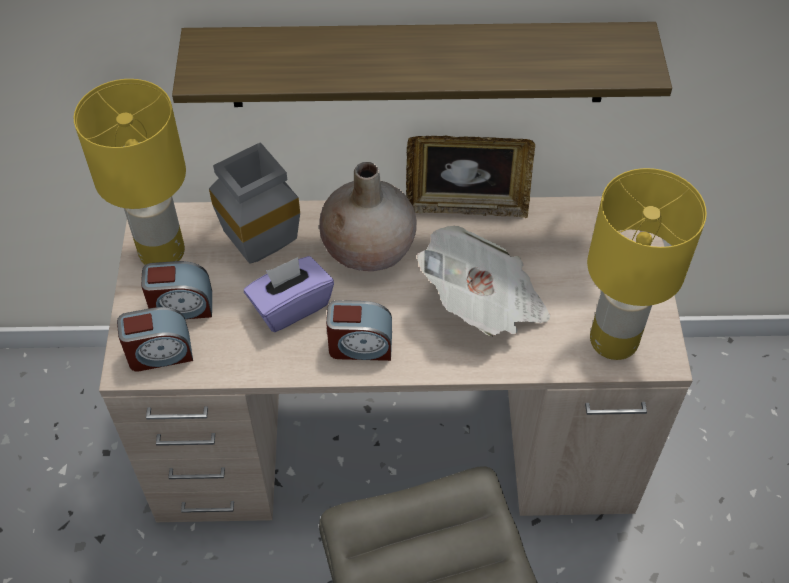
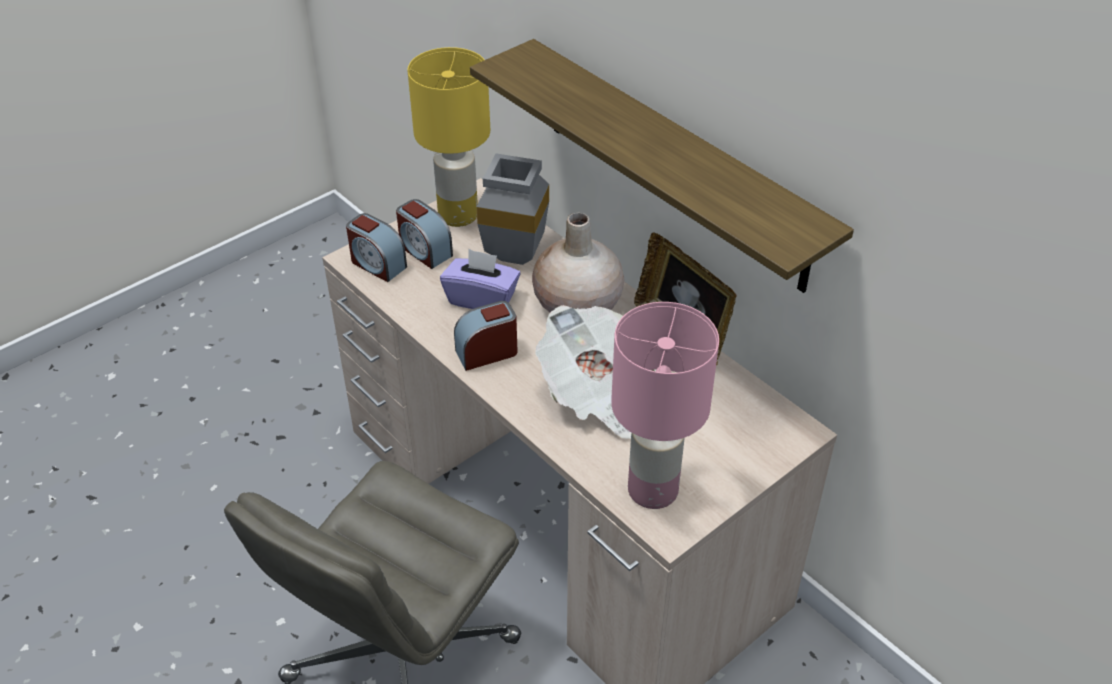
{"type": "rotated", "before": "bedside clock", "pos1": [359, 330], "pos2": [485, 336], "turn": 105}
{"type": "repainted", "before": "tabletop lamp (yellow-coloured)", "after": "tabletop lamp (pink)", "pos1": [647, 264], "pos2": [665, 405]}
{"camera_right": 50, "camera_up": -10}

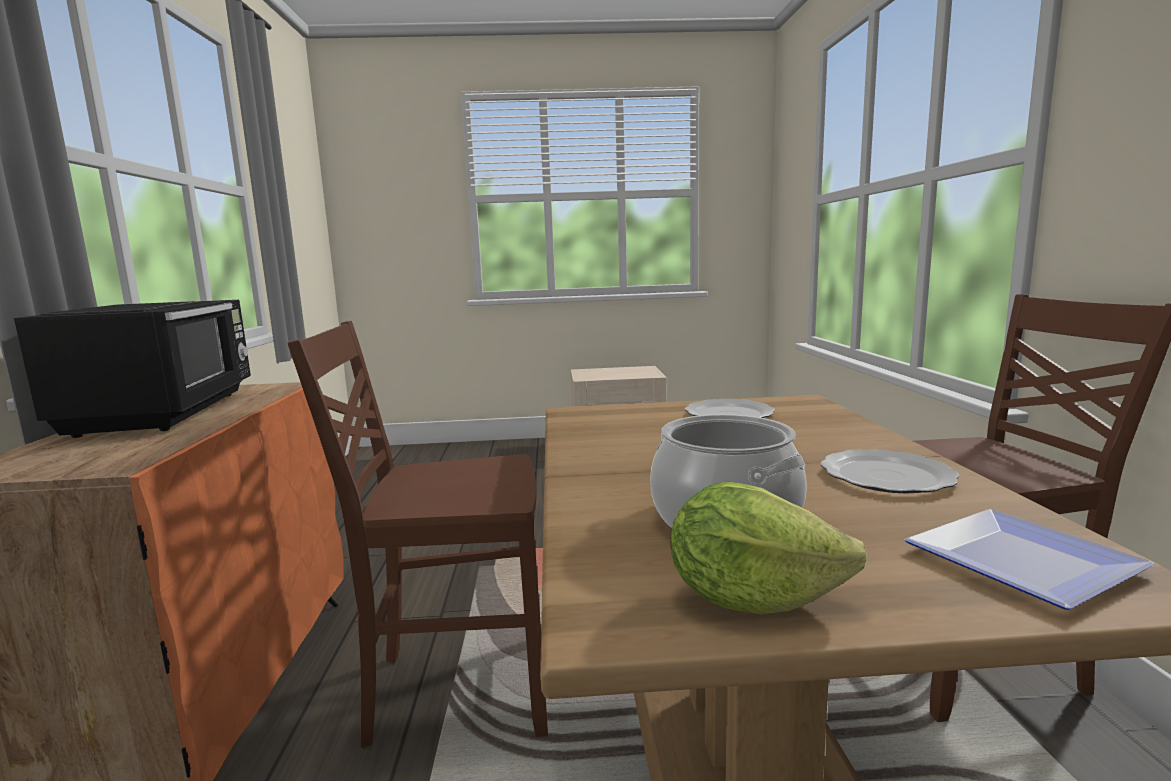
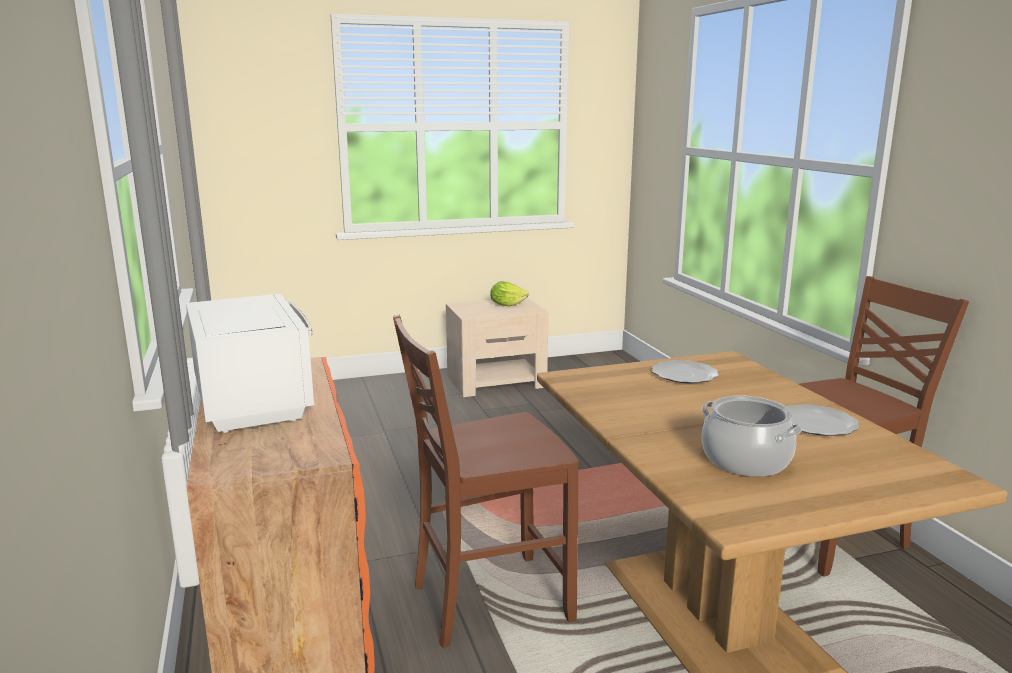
{"type": "repainted", "before": "microwave (black-coloured)", "after": "microwave (whitish)", "pos1": [132, 369], "pos2": [250, 363]}
{"type": "shifted", "before": "lettuce", "pos1": [768, 548], "pos2": [510, 293]}
{"type": "gone", "before": "plate", "pos1": [1029, 559]}
{"camera_right": -15, "camera_up": 5}

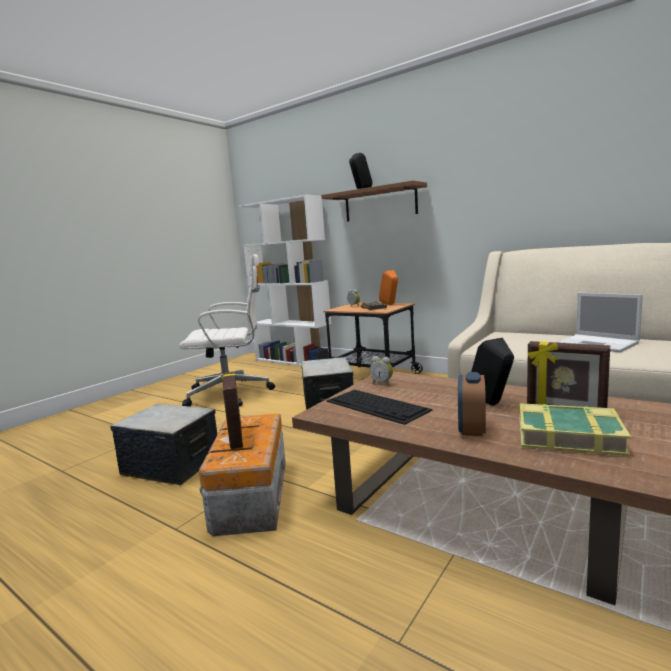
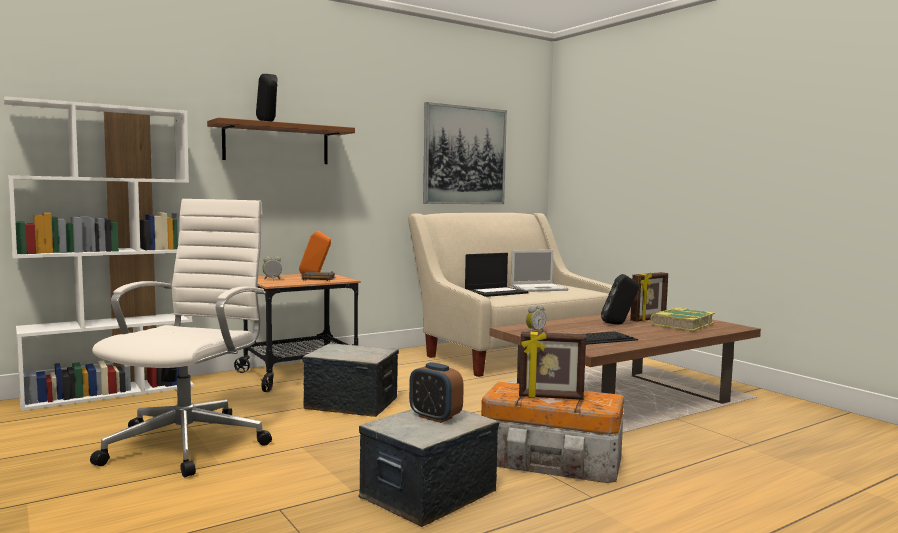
{"type": "shifted", "before": "bedside clock", "pos1": [472, 404], "pos2": [436, 392]}
{"type": "new", "after": "picture", "pos2": [465, 153]}
{"type": "new", "after": "portable computer", "pos2": [497, 275]}
{"camera_right": -70, "camera_up": -5}

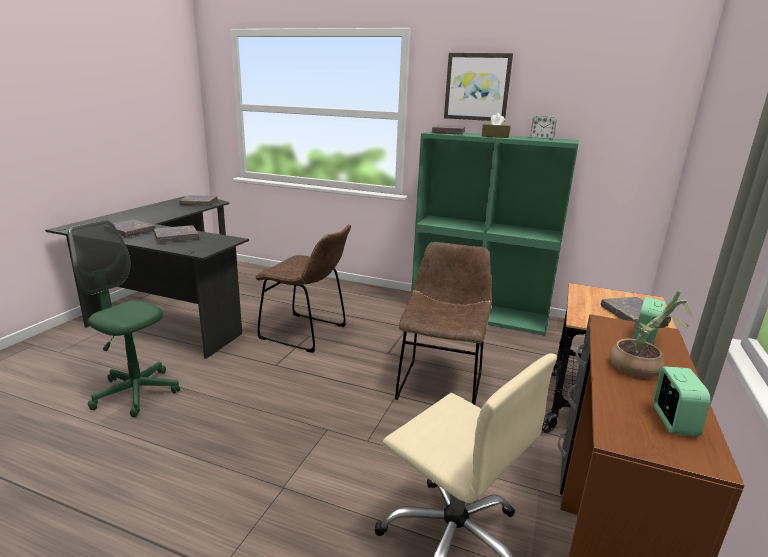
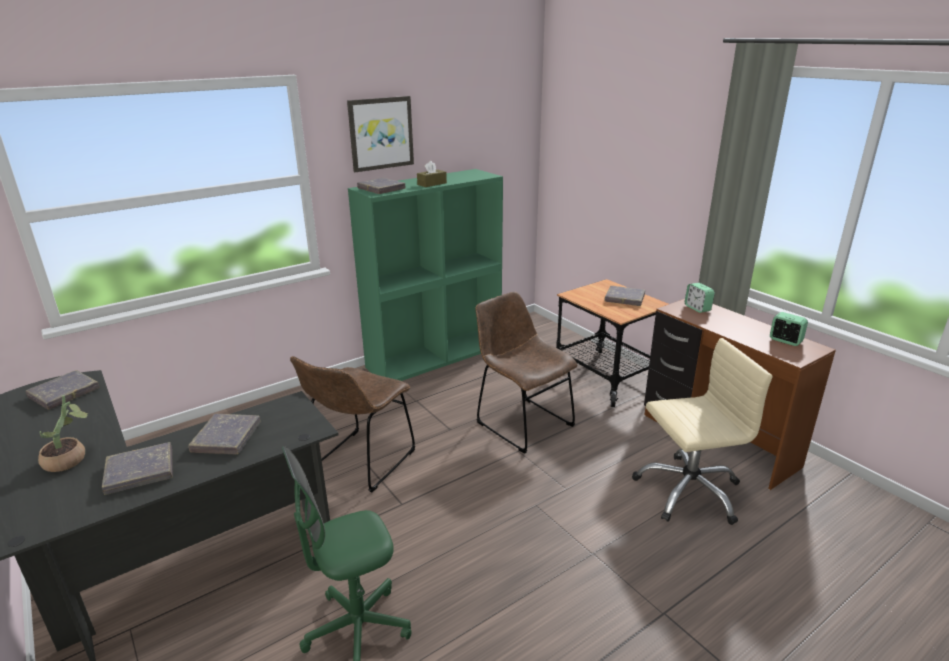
{"type": "rotated", "before": "upright chair (brownish)", "pos1": [303, 288], "pos2": [352, 424], "turn": 150}
{"type": "gone", "before": "bedside clock", "pos1": [544, 127]}
{"type": "shifted", "before": "houseplant", "pos1": [651, 334], "pos2": [63, 433]}
{"camera_right": -55, "camera_up": 5}

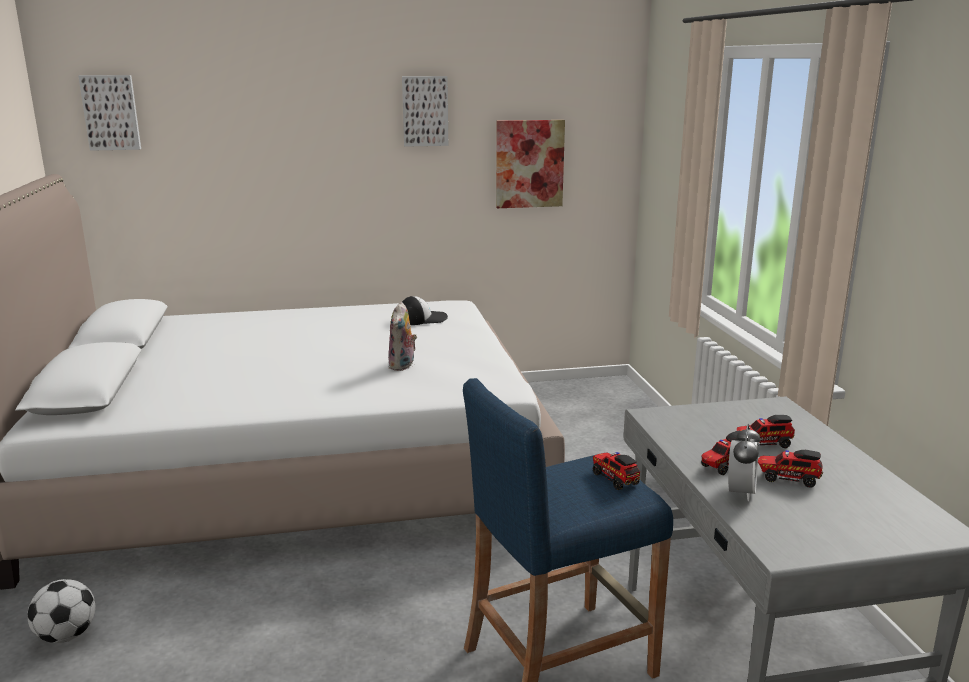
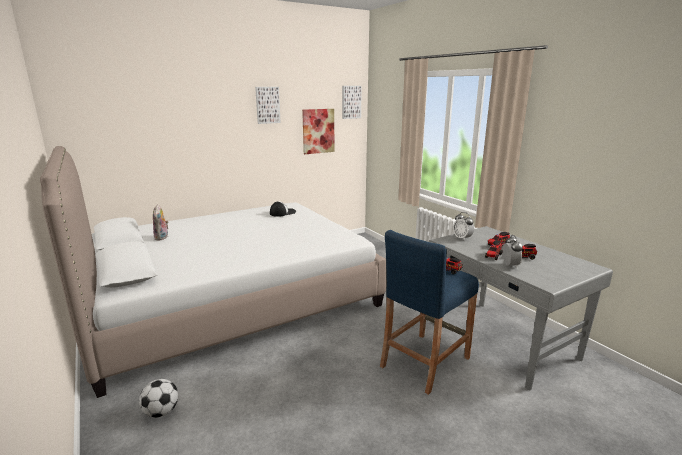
{"type": "shifted", "before": "picture", "pos1": [109, 113], "pos2": [352, 102]}
{"type": "shifted", "before": "plush toy", "pos1": [402, 336], "pos2": [161, 222]}
{"type": "new", "after": "bedside clock", "pos2": [463, 226]}
{"camera_right": -20, "camera_up": 0}

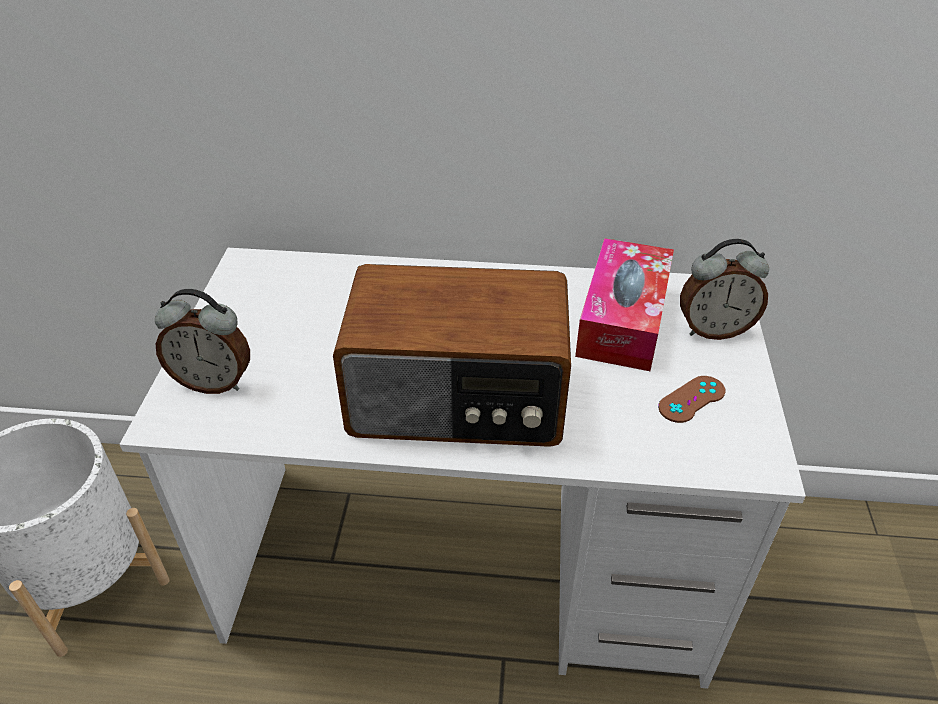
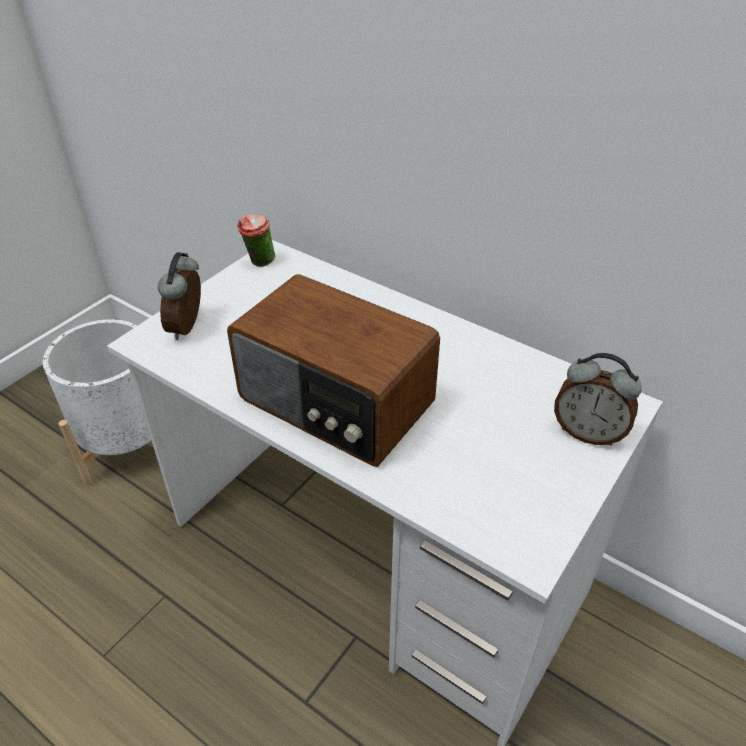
{"type": "rotated", "before": "bedside clock", "pos1": [202, 341], "pos2": [179, 296], "turn": 60}
{"type": "gone", "before": "tissue holder", "pos1": [624, 304]}
{"type": "gone", "before": "game controller (brownish)", "pos1": [691, 399]}
{"type": "new", "after": "cup", "pos2": [256, 240]}
{"camera_right": 30, "camera_up": 0}

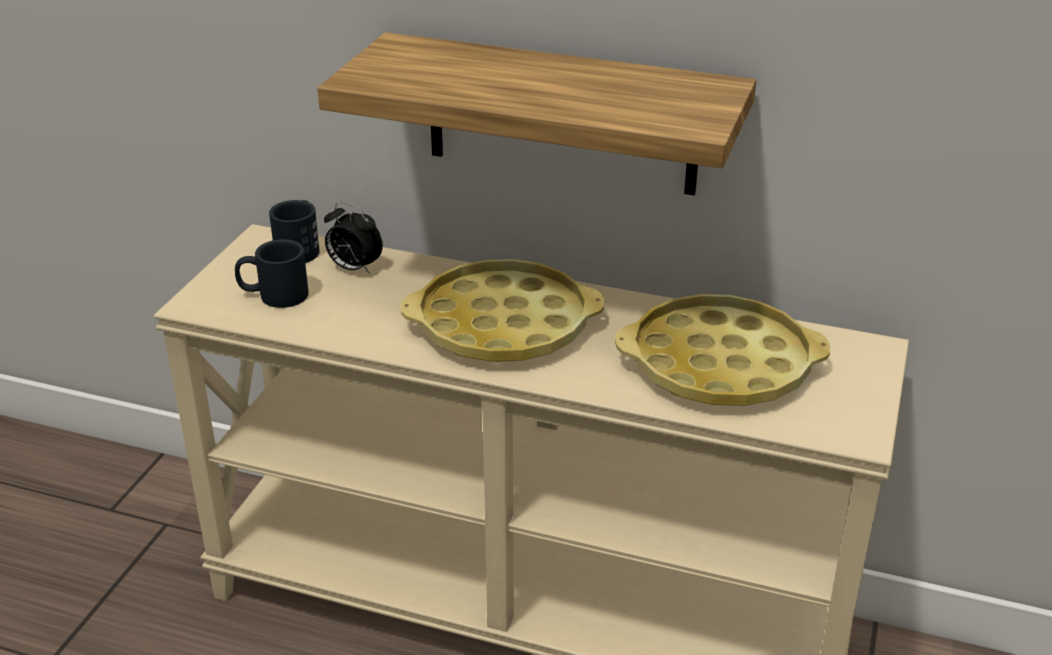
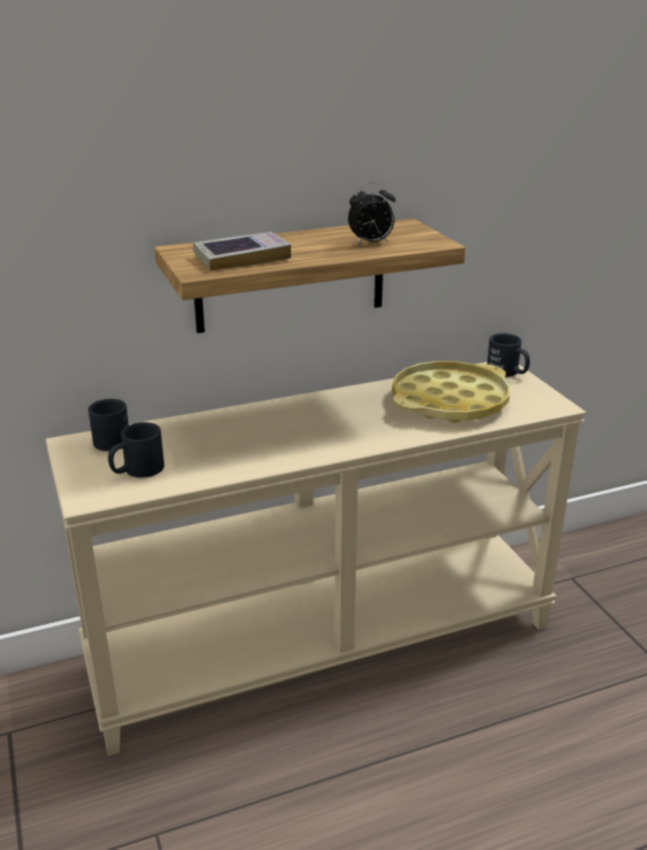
{"type": "shifted", "before": "bedside clock", "pos1": [353, 238], "pos2": [372, 213]}
{"type": "gone", "before": "tray (yellow-coloured)", "pos1": [502, 310]}
{"type": "new", "after": "book", "pos2": [242, 251]}
{"type": "new", "after": "mug (black-coloured)", "pos2": [508, 355]}
{"camera_right": -40, "camera_up": -5}

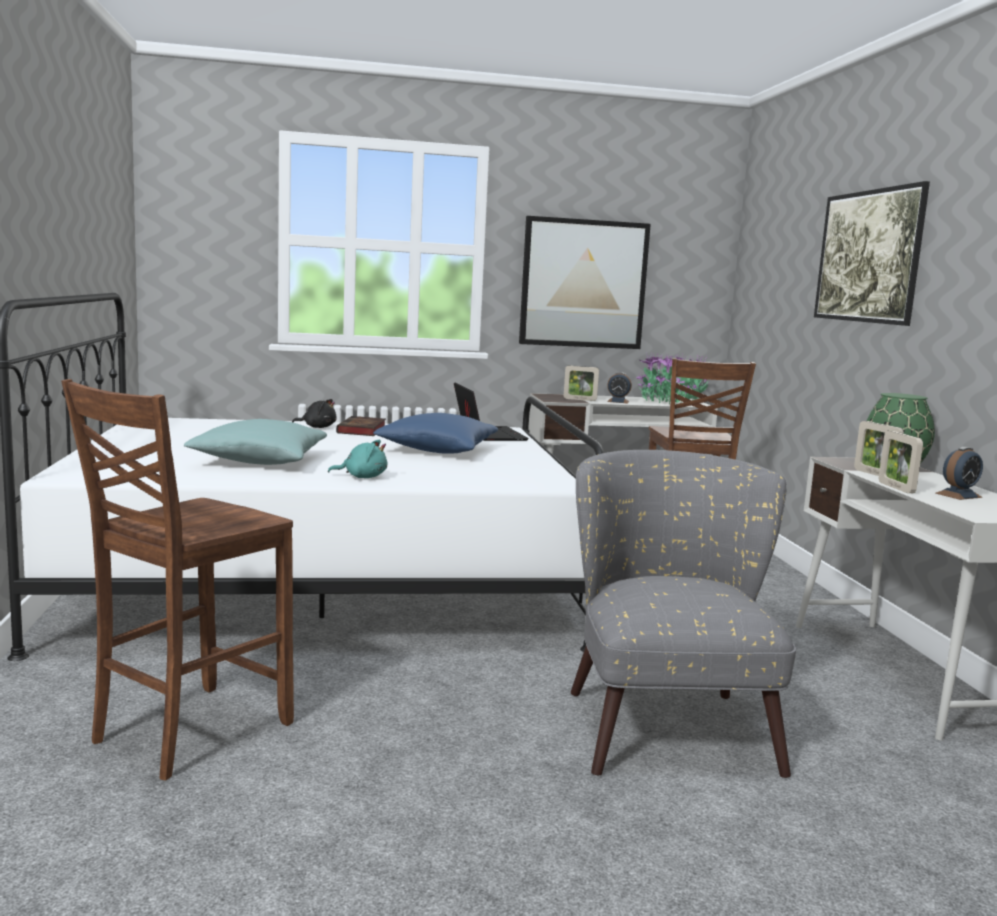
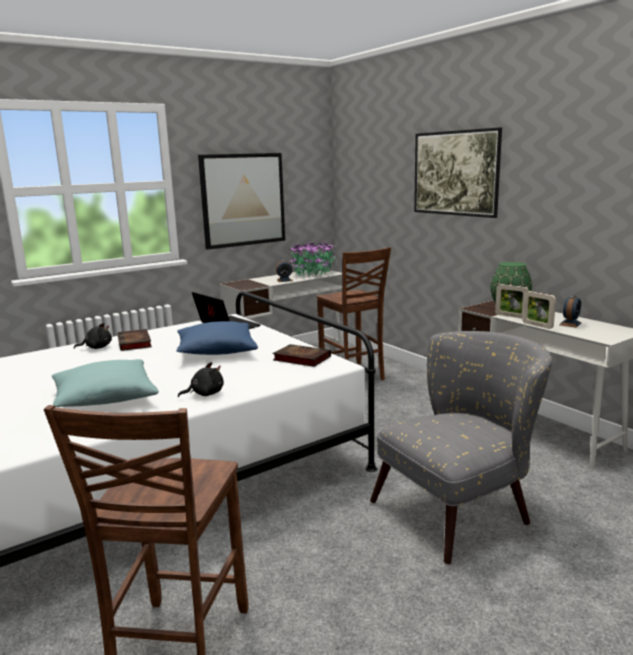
{"type": "repainted", "before": "plush toy (turquoise-coloured)", "after": "plush toy (black-coloured)", "pos1": [357, 458], "pos2": [201, 379]}
{"type": "gone", "before": "picture frame", "pos1": [581, 383]}
{"type": "rotated", "before": "lounge chair (gray)", "pos1": [683, 614], "pos2": [461, 447], "turn": 90}
{"type": "new", "after": "book", "pos2": [301, 355]}
{"camera_right": -25, "camera_up": 5}

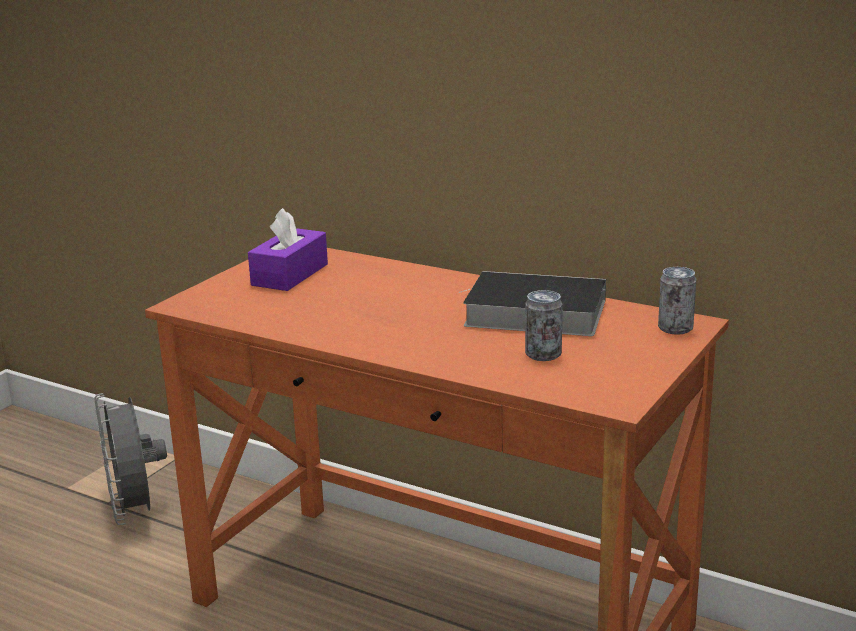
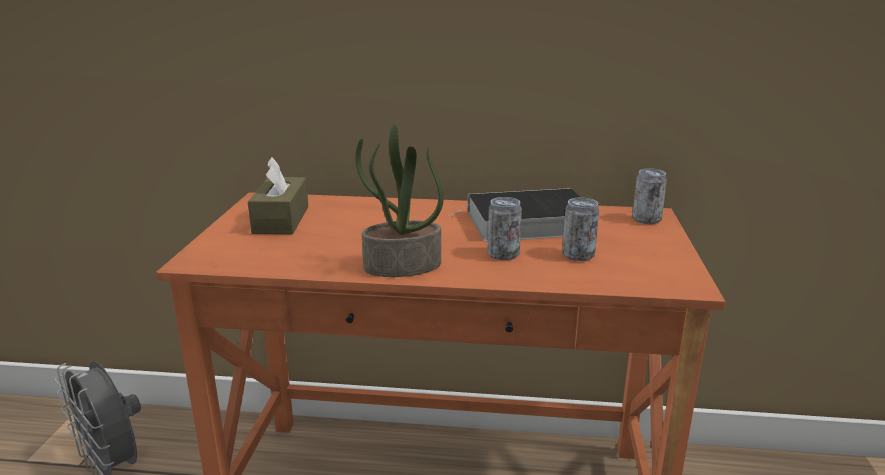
{"type": "repainted", "before": "tissue holder (purple)", "after": "tissue holder (brownish)", "pos1": [288, 249], "pos2": [278, 195]}
{"type": "new", "after": "houseplant", "pos2": [399, 200]}
{"type": "new", "after": "can", "pos2": [504, 228]}
{"camera_right": -25, "camera_up": 0}

